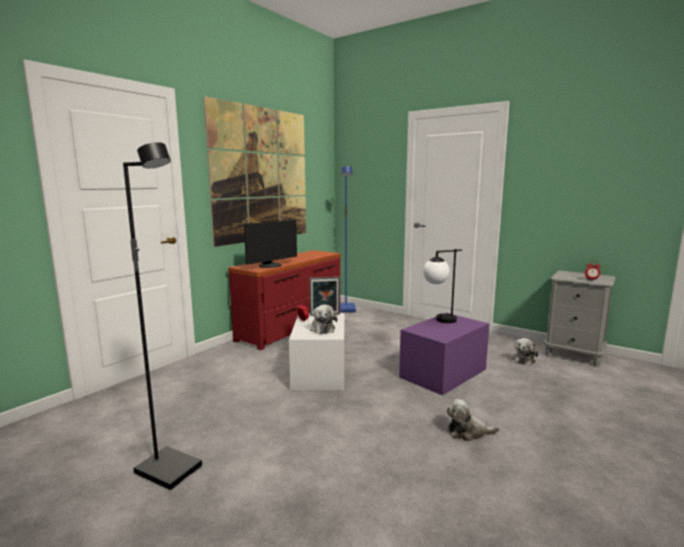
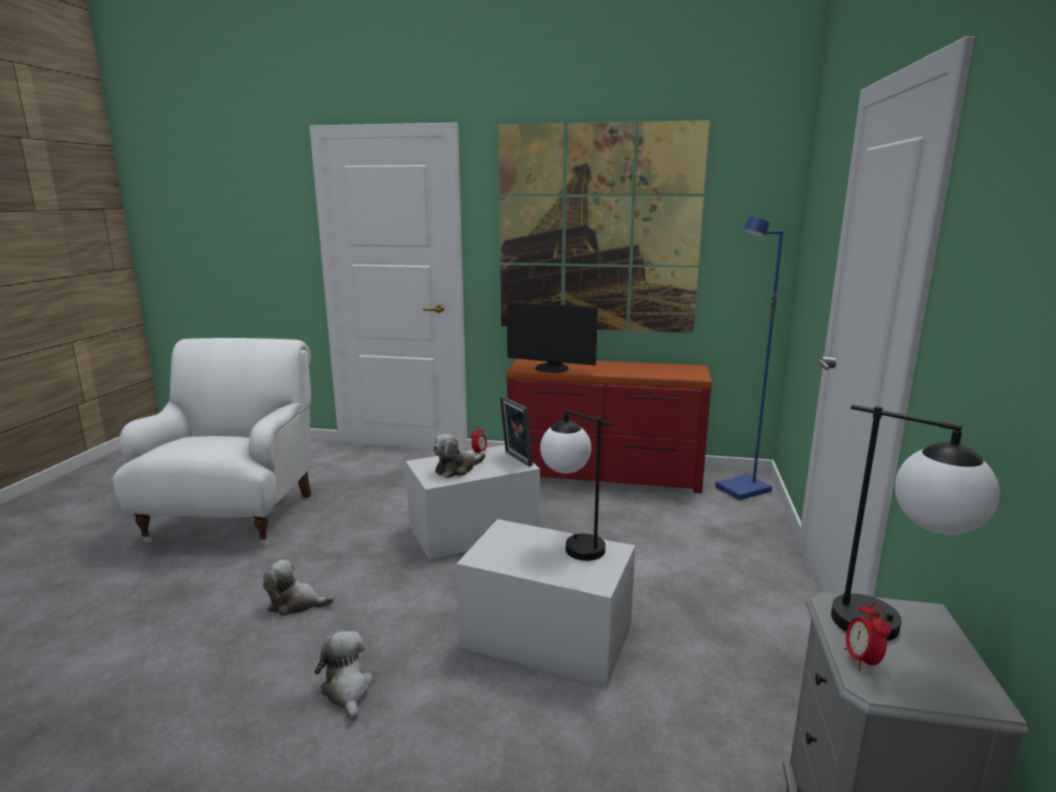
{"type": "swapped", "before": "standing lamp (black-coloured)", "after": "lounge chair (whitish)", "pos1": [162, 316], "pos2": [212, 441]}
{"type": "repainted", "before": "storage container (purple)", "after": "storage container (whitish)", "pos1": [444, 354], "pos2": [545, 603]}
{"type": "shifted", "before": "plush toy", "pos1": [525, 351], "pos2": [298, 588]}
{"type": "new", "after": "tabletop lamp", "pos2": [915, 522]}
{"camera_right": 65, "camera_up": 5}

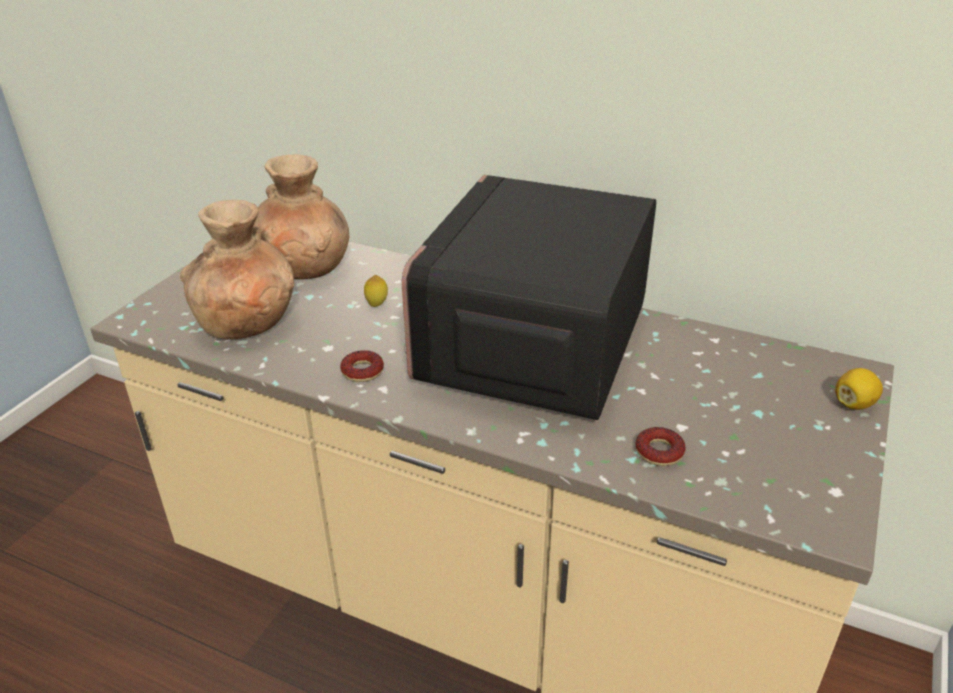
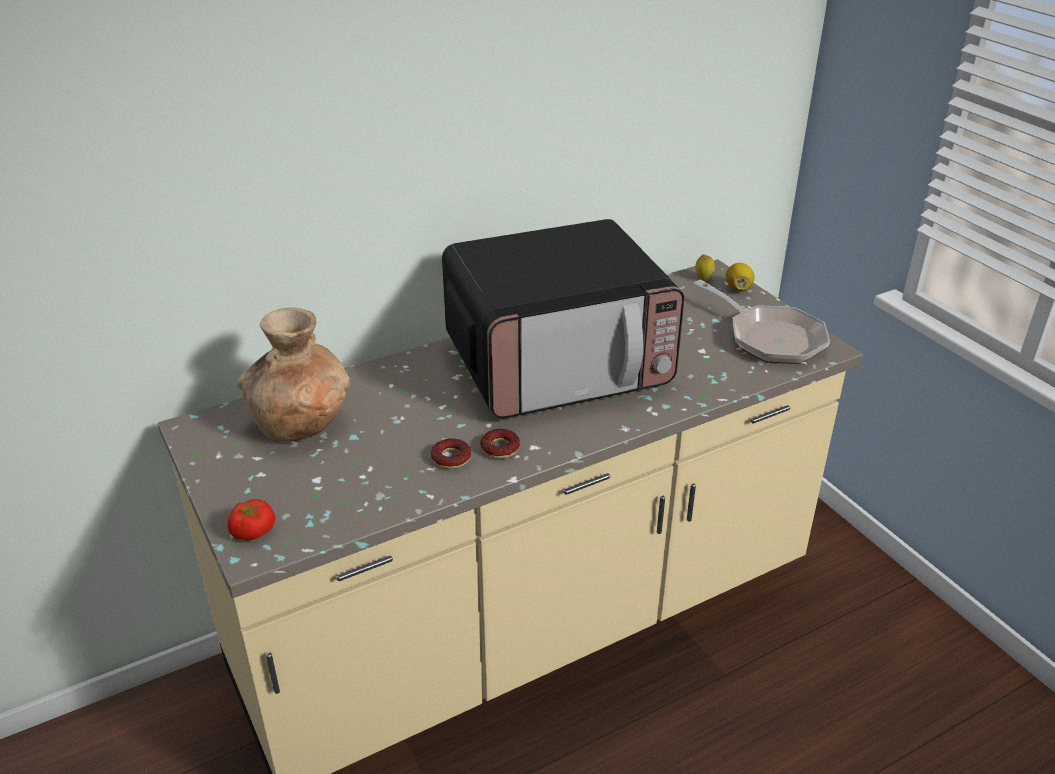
{"type": "gone", "before": "decorative vase (brownish)", "pos1": [237, 269]}
{"type": "shifted", "before": "lemon", "pos1": [376, 291], "pos2": [705, 267]}
{"type": "rotated", "before": "microwave", "pos1": [529, 297], "pos2": [563, 319], "turn": -75}
{"type": "shifted", "before": "ring doughnut", "pos1": [660, 446], "pos2": [451, 453]}
{"type": "new", "after": "whole tomato", "pos2": [251, 519]}
{"type": "new", "after": "frying pan", "pos2": [762, 322]}
{"camera_right": -55, "camera_up": 0}

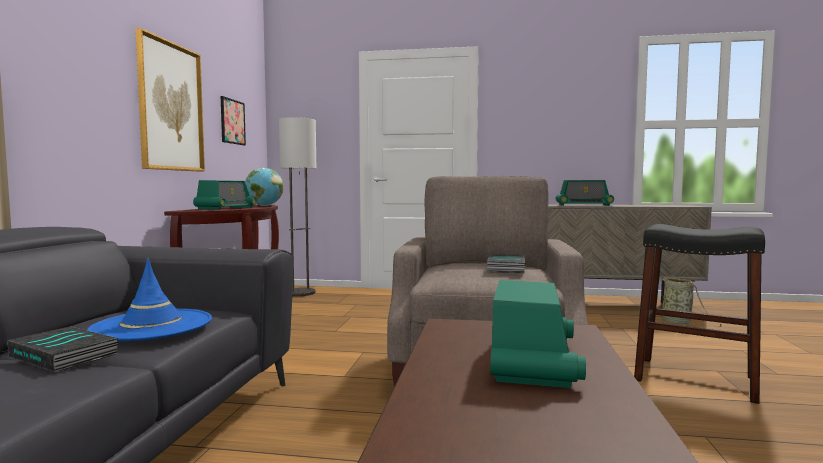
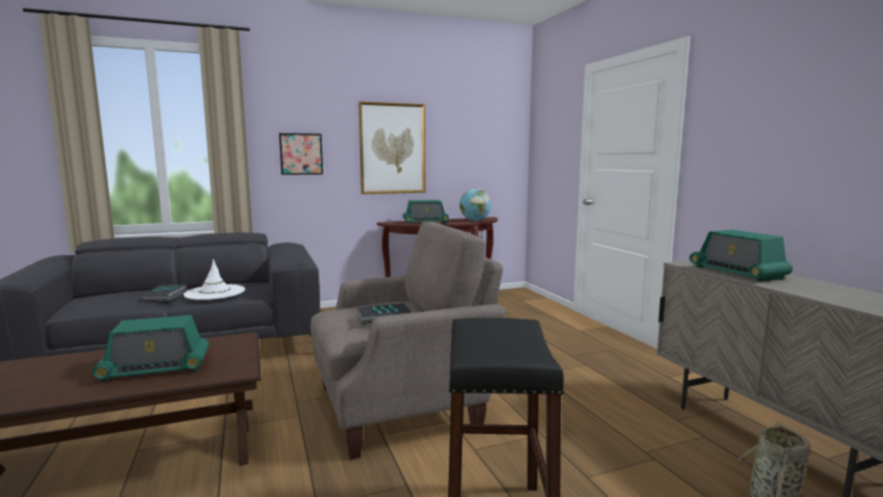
{"type": "repainted", "before": "wearable hat (blue-coloured)", "after": "wearable hat (whitish)", "pos1": [149, 299], "pos2": [214, 279]}
{"type": "shifted", "before": "picture", "pos1": [233, 121], "pos2": [301, 154]}
{"type": "gone", "before": "standing lamp", "pos1": [297, 206]}
{"camera_right": 60, "camera_up": 5}

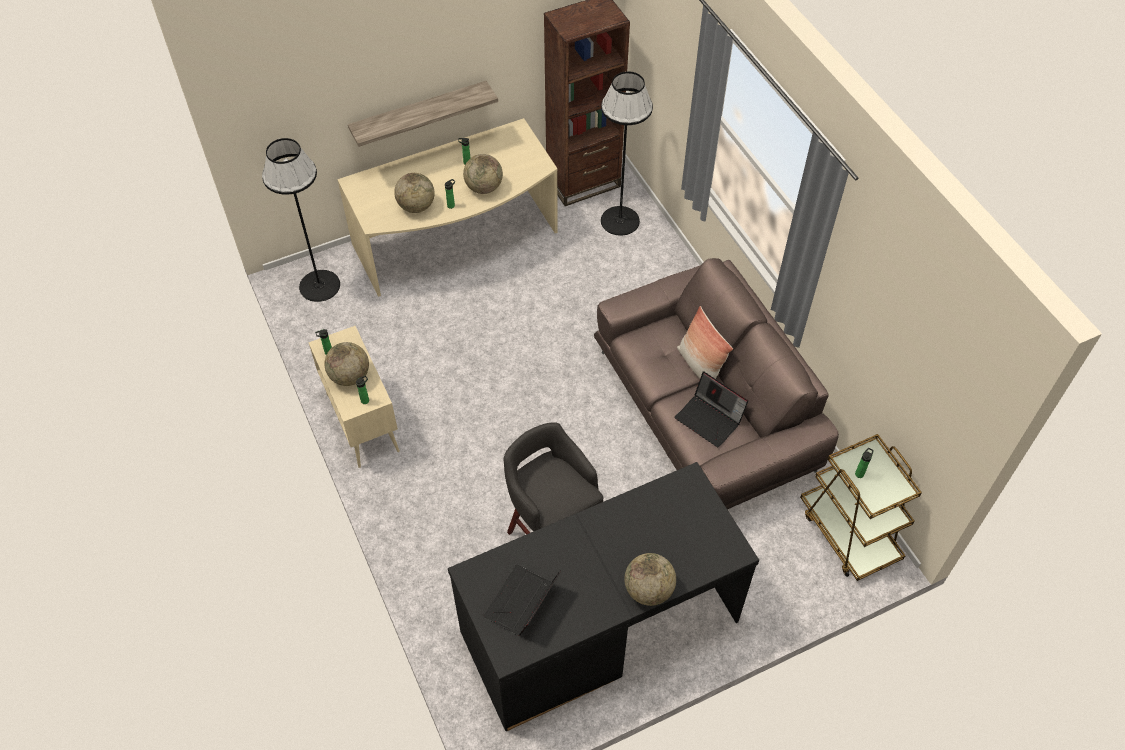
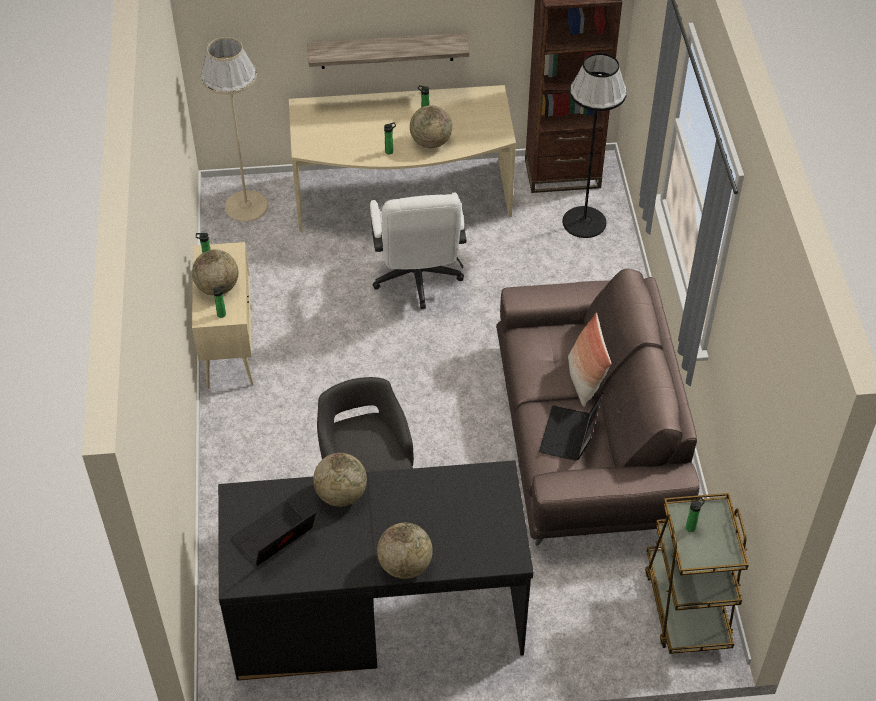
{"type": "repainted", "before": "standing lamp (black-coloured)", "after": "standing lamp (beige)", "pos1": [301, 220], "pos2": [234, 129]}
{"type": "shifted", "before": "globe", "pos1": [414, 193], "pos2": [340, 480]}
{"type": "rotated", "before": "portable computer", "pos1": [711, 409], "pos2": [571, 427], "turn": 45}
{"type": "new", "after": "office chair (whitish)", "pos2": [418, 250]}
{"camera_right": 20, "camera_up": -5}

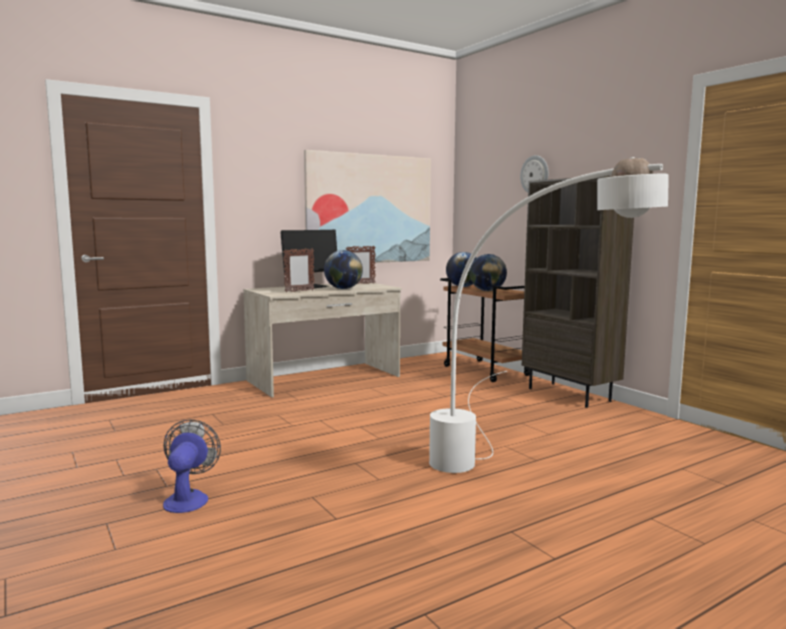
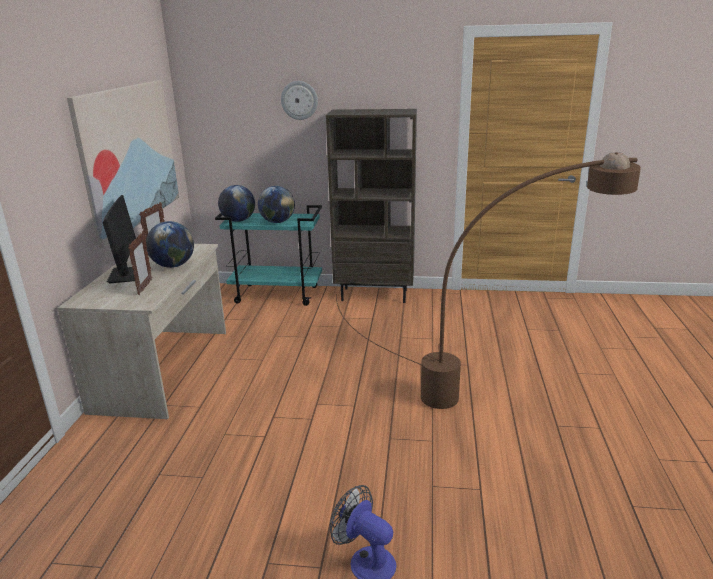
{"type": "repainted", "before": "standing lamp (whitish)", "after": "standing lamp (brownish)", "pos1": [549, 315], "pos2": [488, 280]}
{"type": "repainted", "before": "wheeled cart (brownish)", "after": "wheeled cart (turquoise-coloured)", "pos1": [485, 330], "pos2": [268, 255]}
{"camera_right": -50, "camera_up": 15}

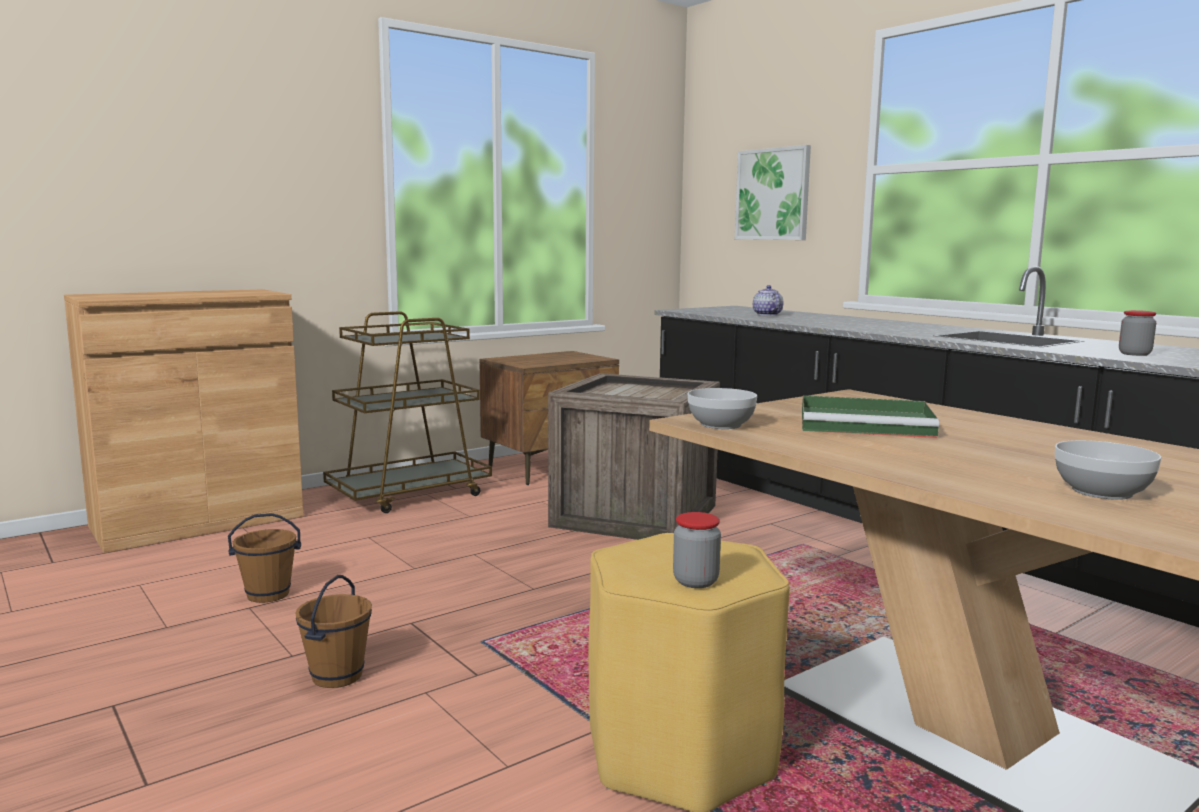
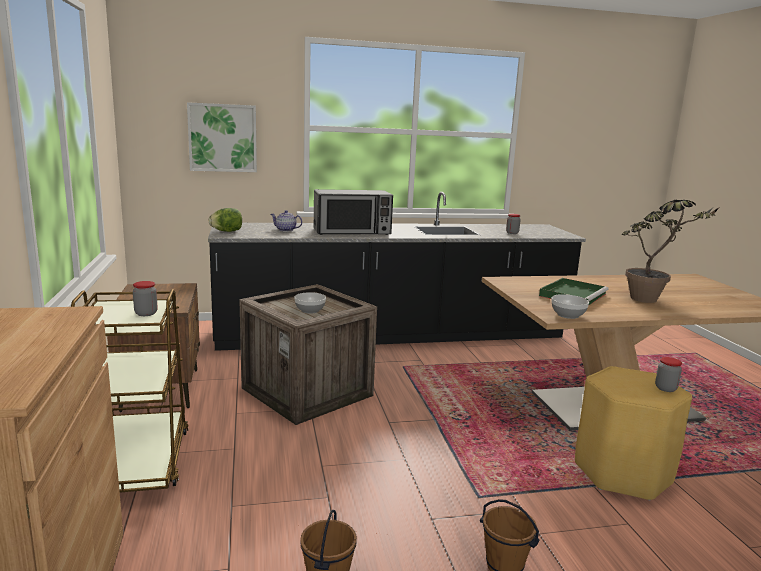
{"type": "shifted", "before": "bowl", "pos1": [1108, 470], "pos2": [310, 303]}
{"type": "new", "after": "jar", "pos2": [145, 298]}
{"type": "new", "after": "lettuce", "pos2": [225, 220]}
{"type": "new", "after": "microwave", "pos2": [353, 212]}
{"type": "new", "after": "houseplant", "pos2": [671, 251]}
{"camera_right": -65, "camera_up": 5}

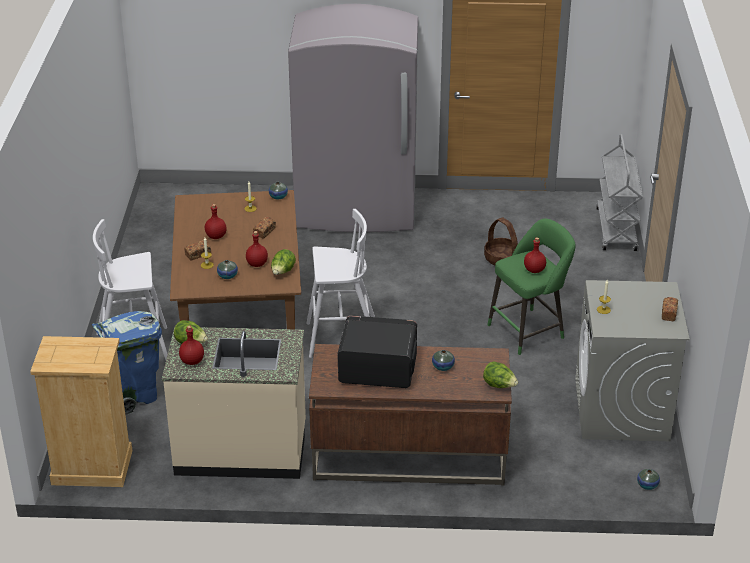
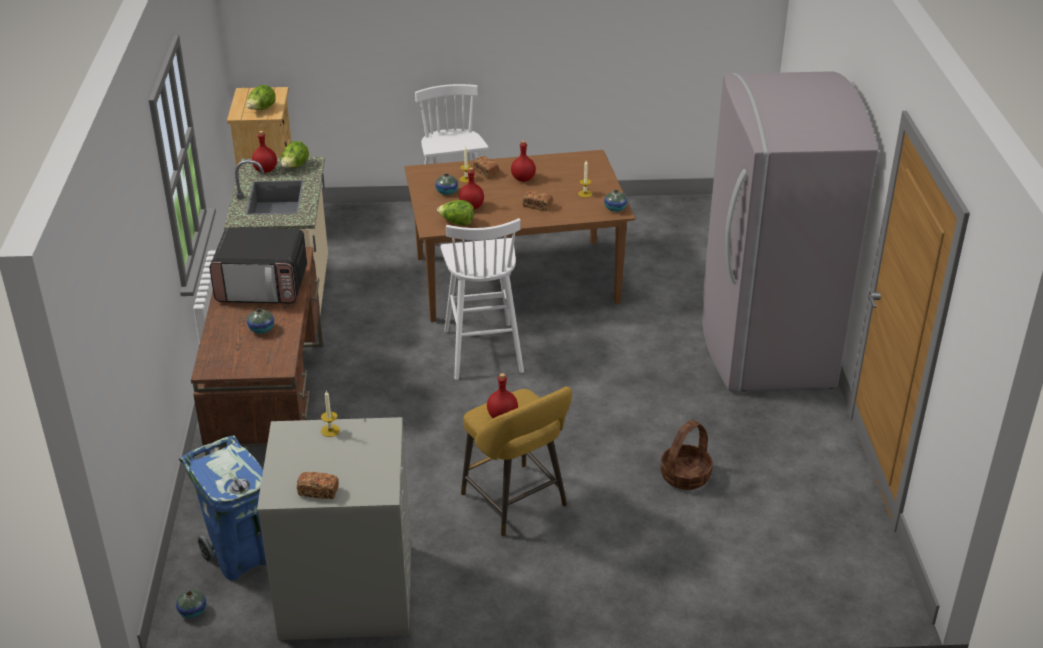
{"type": "shifted", "before": "trash can (blue-coloured)", "pos1": [127, 363], "pos2": [222, 508]}
{"type": "rotated", "before": "microwave", "pos1": [377, 352], "pos2": [258, 266], "turn": 90}
{"type": "shifted", "before": "lettuce", "pos1": [500, 375], "pos2": [261, 97]}
{"type": "repainted", "before": "stool seat (green)", "after": "stool seat (yellow-coloured)", "pos1": [532, 287], "pos2": [516, 461]}
{"type": "gone", "before": "wheeled cart (gray)", "pos1": [619, 192]}
{"camera_right": 85, "camera_up": 0}

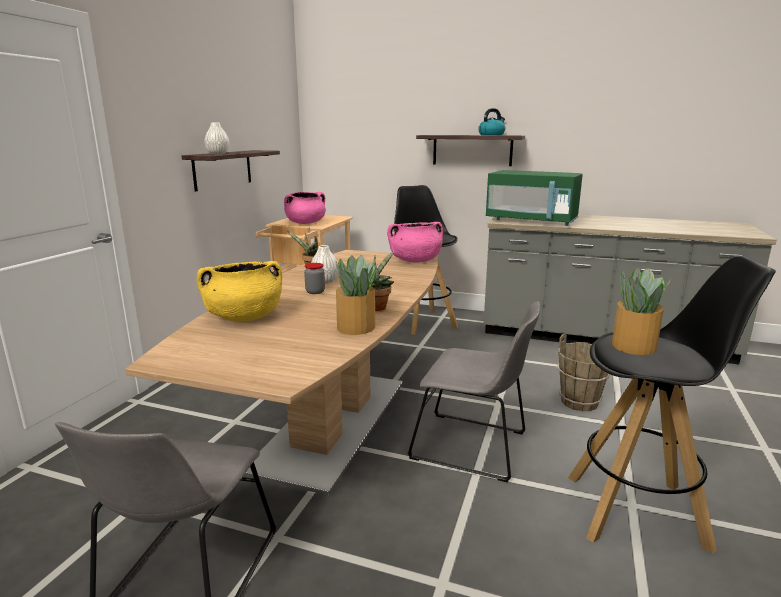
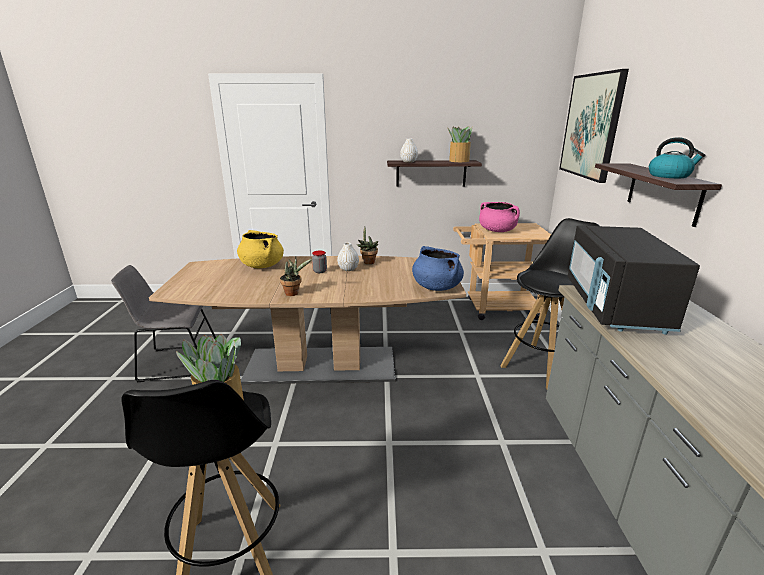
{"type": "shifted", "before": "houseplant", "pos1": [356, 295], "pos2": [460, 144]}
{"type": "repainted", "before": "cooking pot (pink)", "after": "cooking pot (blue-coloured)", "pos1": [415, 242], "pos2": [438, 268]}
{"type": "gone", "before": "upright chair (gray)", "pos1": [474, 392]}
{"type": "repainted", "before": "microwave (green)", "after": "microwave (black-coloured)", "pos1": [534, 198], "pos2": [634, 280]}
{"type": "gone", "before": "water bucket (brownish)", "pos1": [584, 372]}
{"type": "new", "after": "picture", "pos2": [594, 126]}
{"camera_right": 70, "camera_up": 5}

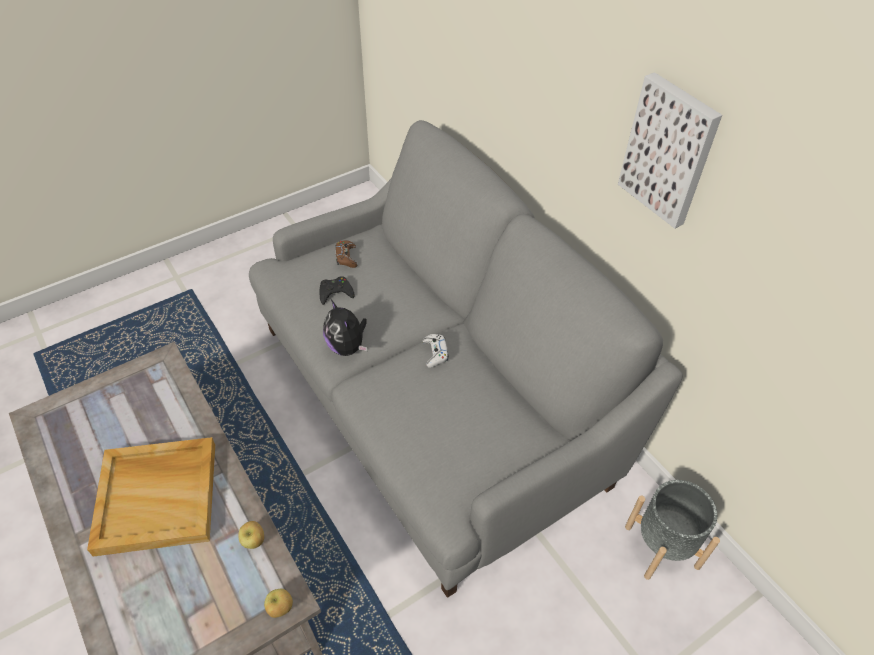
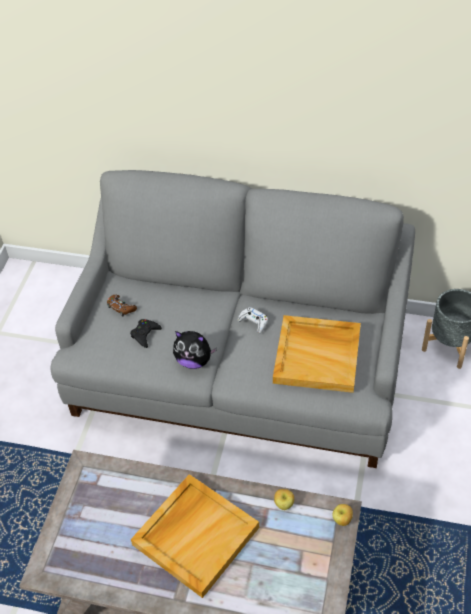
{"type": "gone", "before": "picture", "pos1": [670, 150]}
{"type": "new", "after": "tray (beige)", "pos2": [317, 354]}
{"camera_right": -40, "camera_up": 0}

